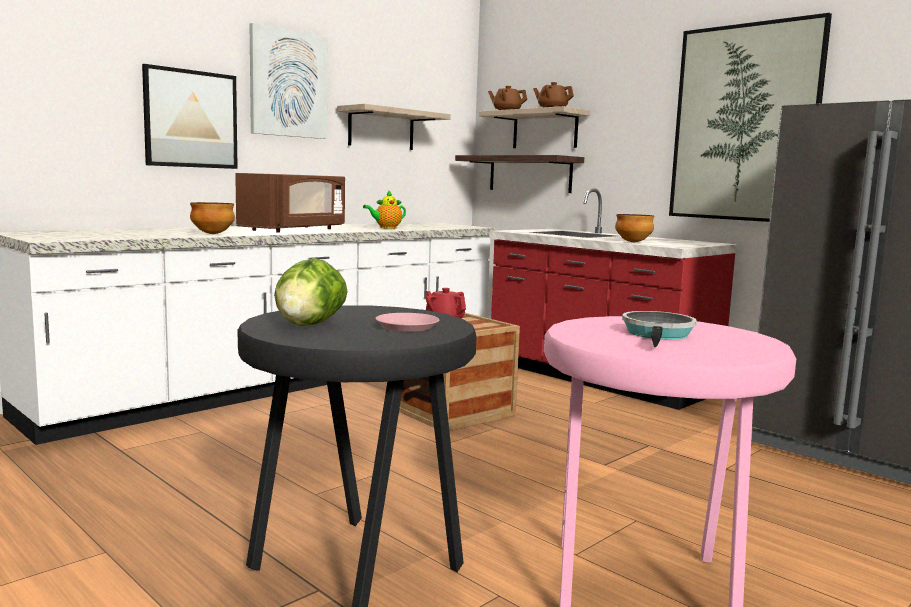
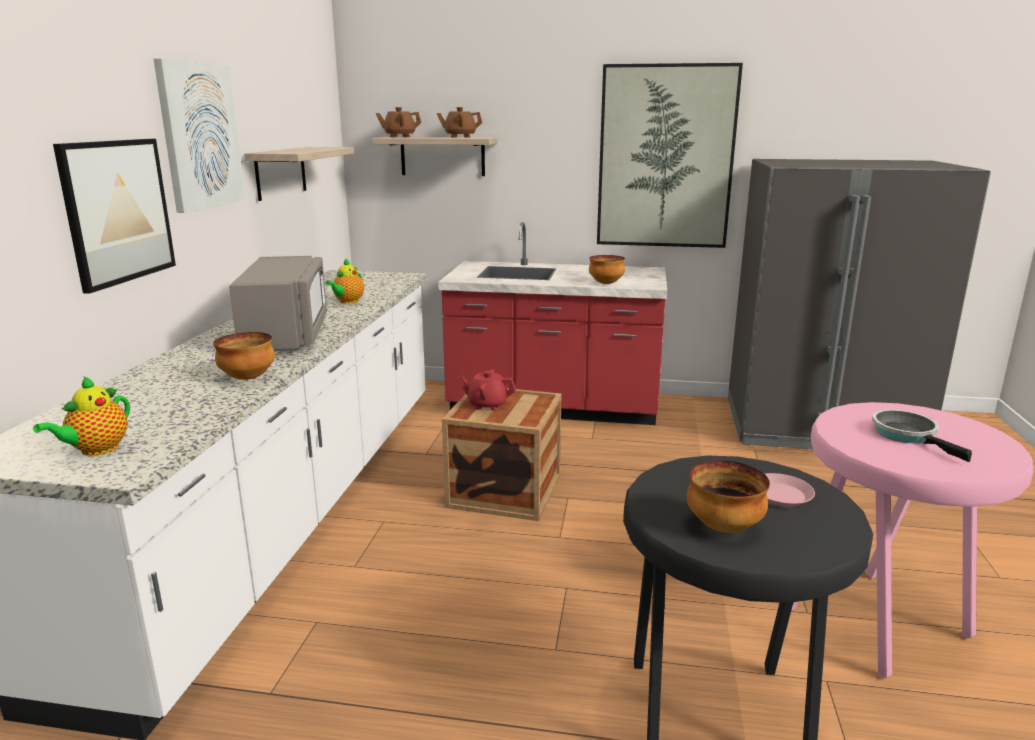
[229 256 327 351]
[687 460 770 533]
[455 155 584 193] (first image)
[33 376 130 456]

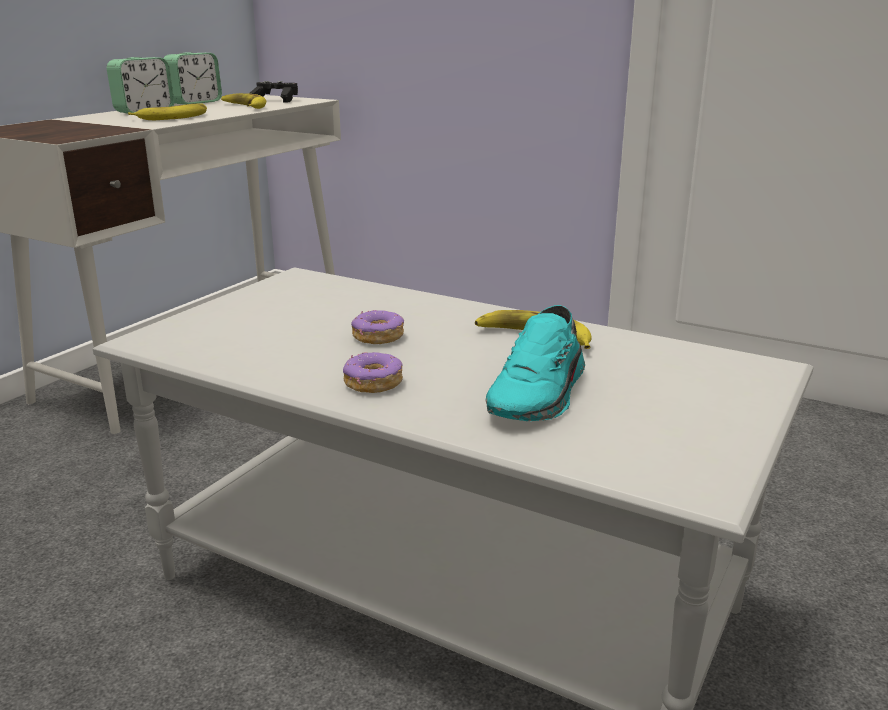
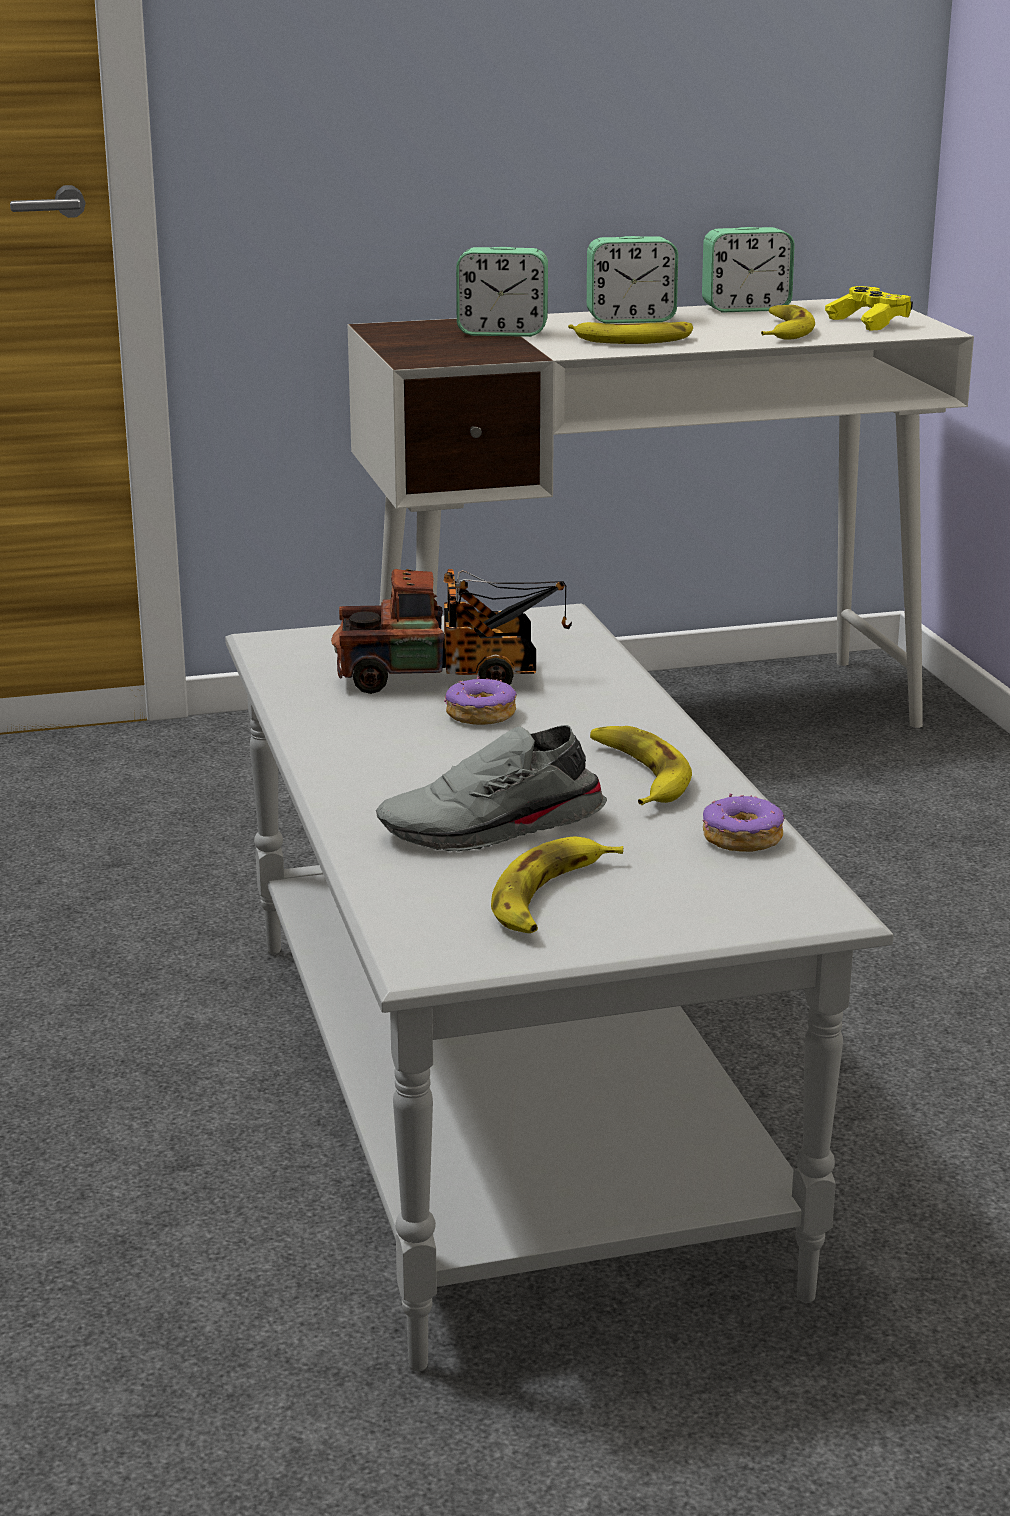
[825 286 913 331]
[703 794 785 852]
[376 725 607 852]
[331 569 572 694]
[456 247 548 337]
[491 837 623 933]

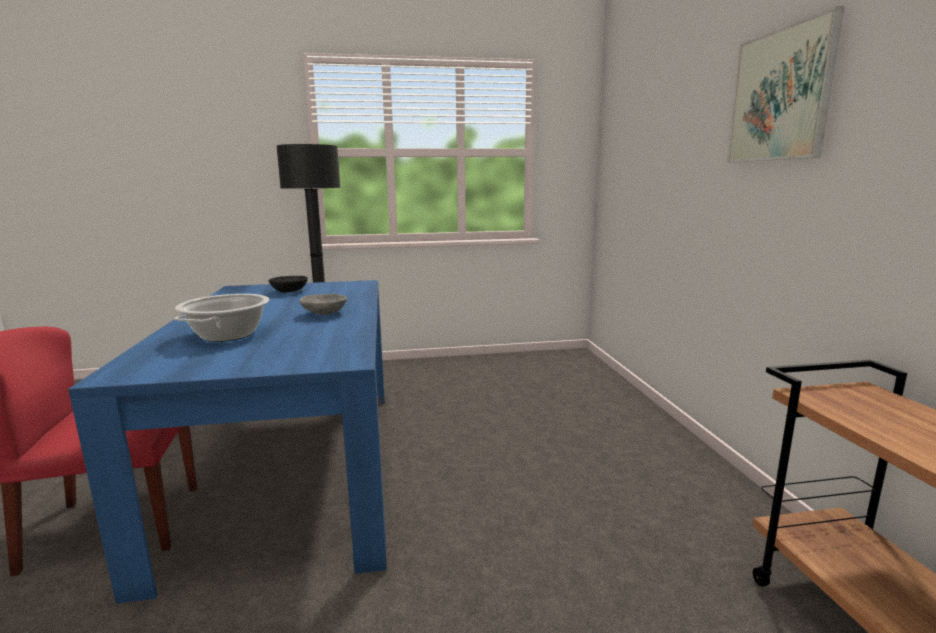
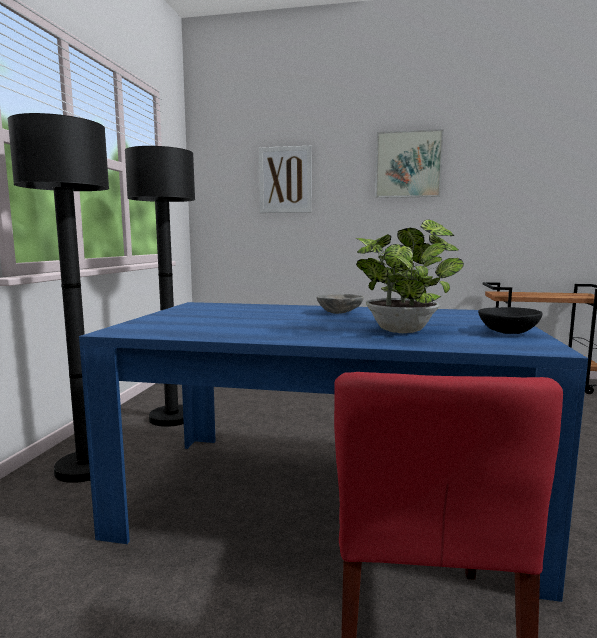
[355 219 464 333]
[478 307 543 334]
[125 146 195 427]
[259 146 312 213]

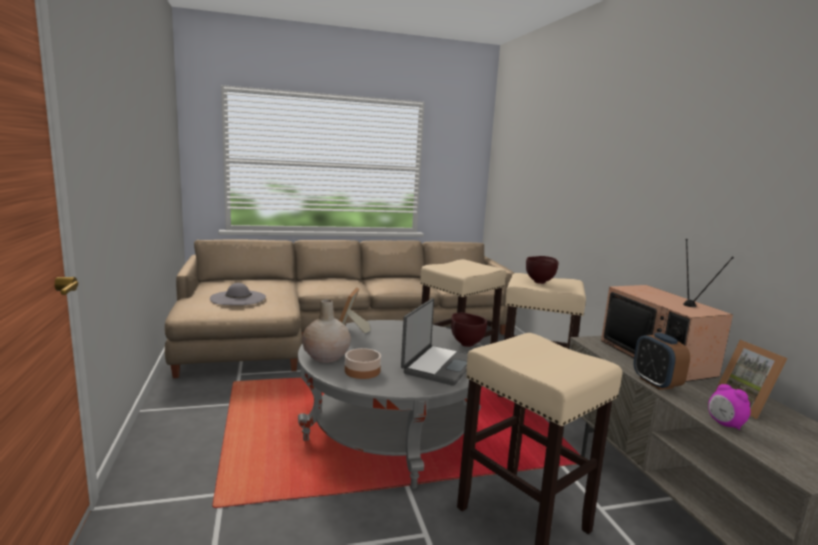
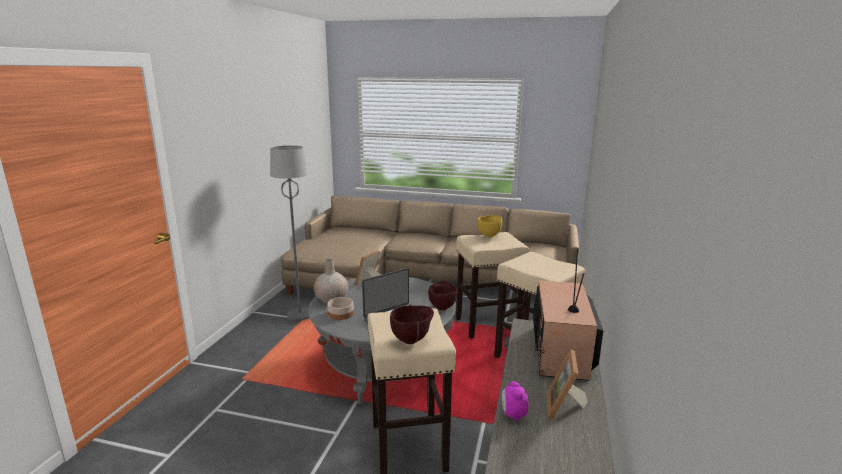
[210 283 266 305] (first image)
[390 305 434 344]
[633 333 690 390] (first image)
[270 145 309 321]
[478 215 502 238]

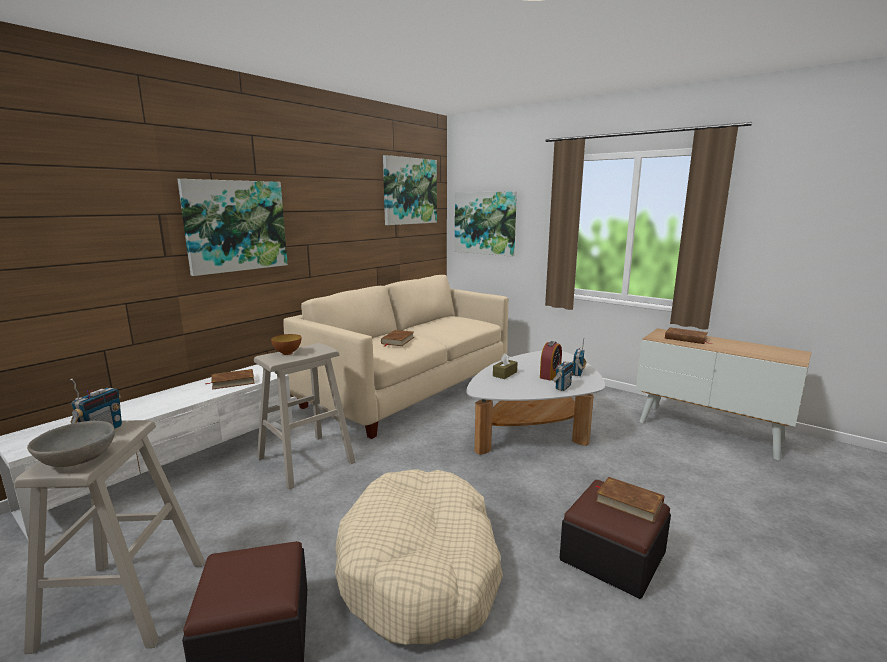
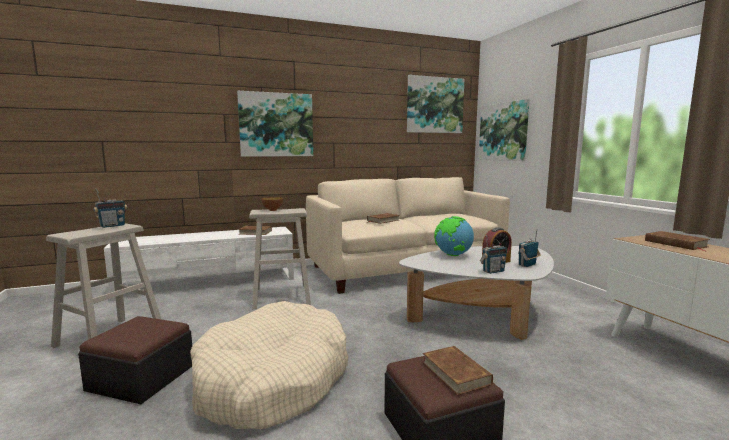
[27 421 115 467] (first image)
[434 216 474 256]

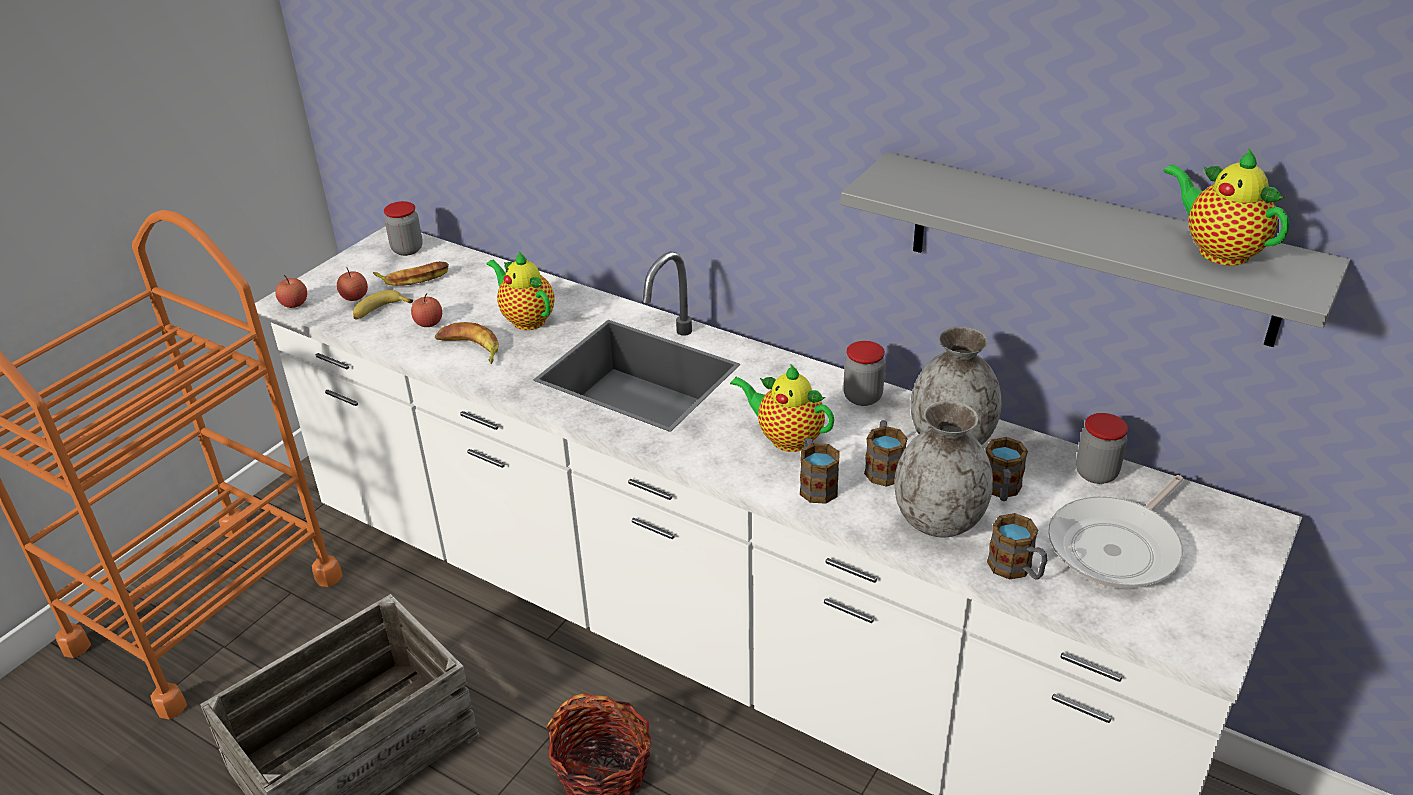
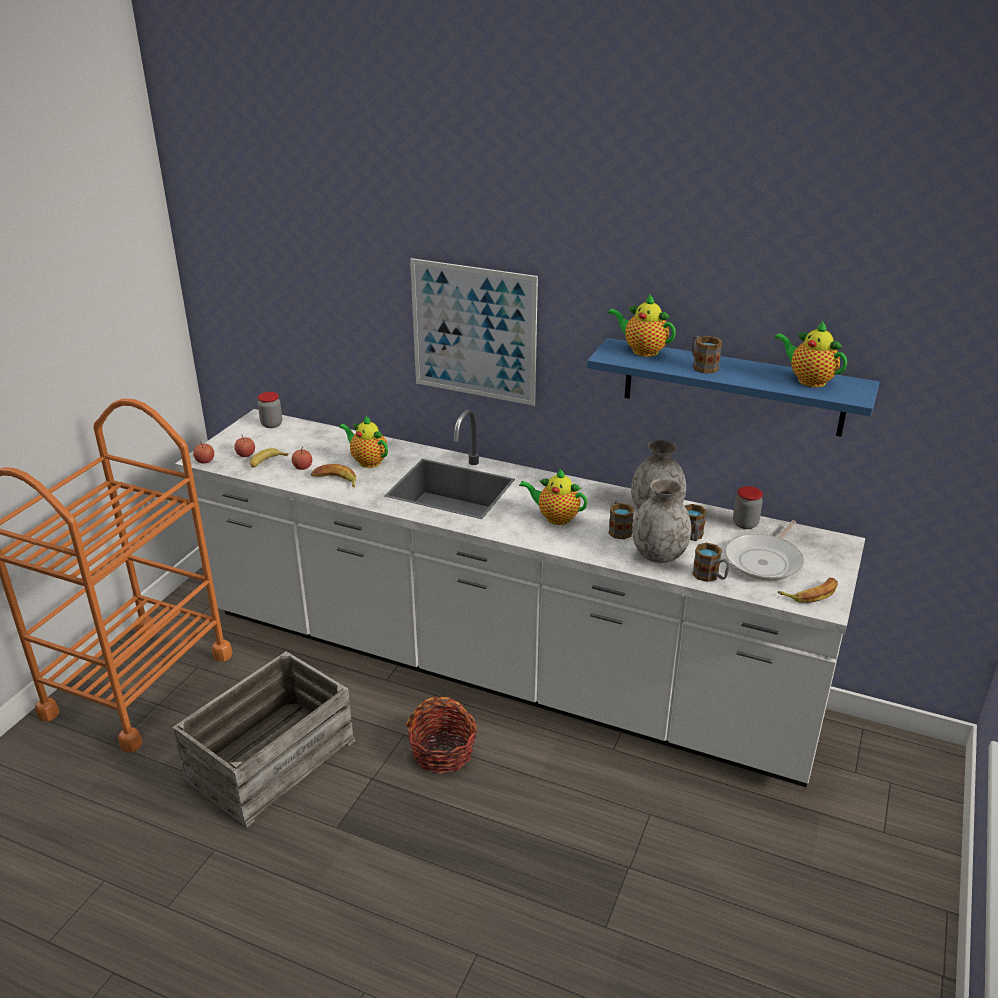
[777 578 838 603]
[692 336 722 373]
[587 338 879 437]
[843 341 885 406] (first image)
[410 258 538 406]
[608 294 676 357]

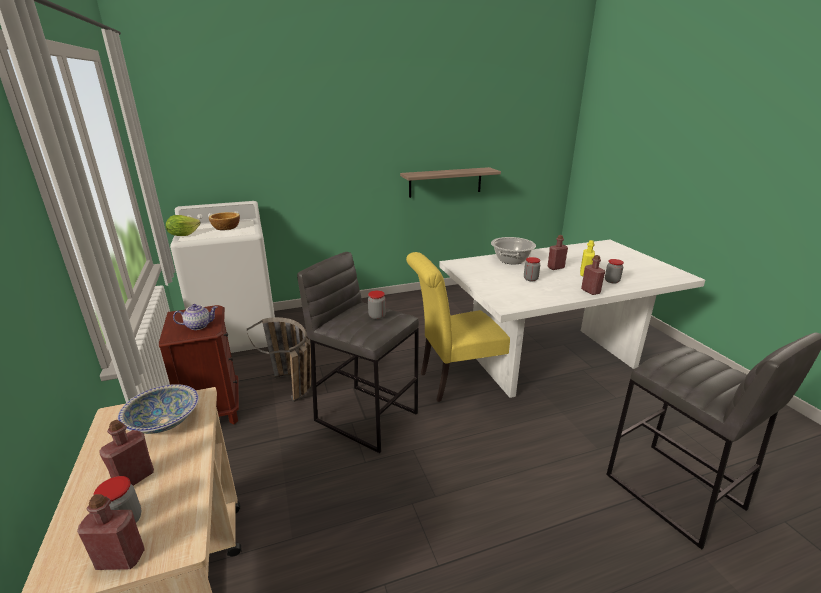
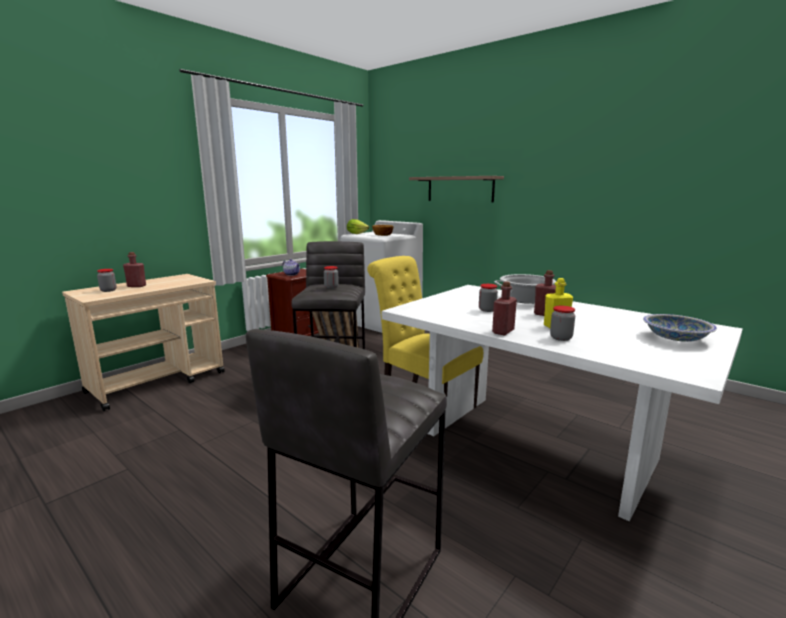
[77 494 144 570] (first image)
[643 314 717 342]
[409 176 504 203]

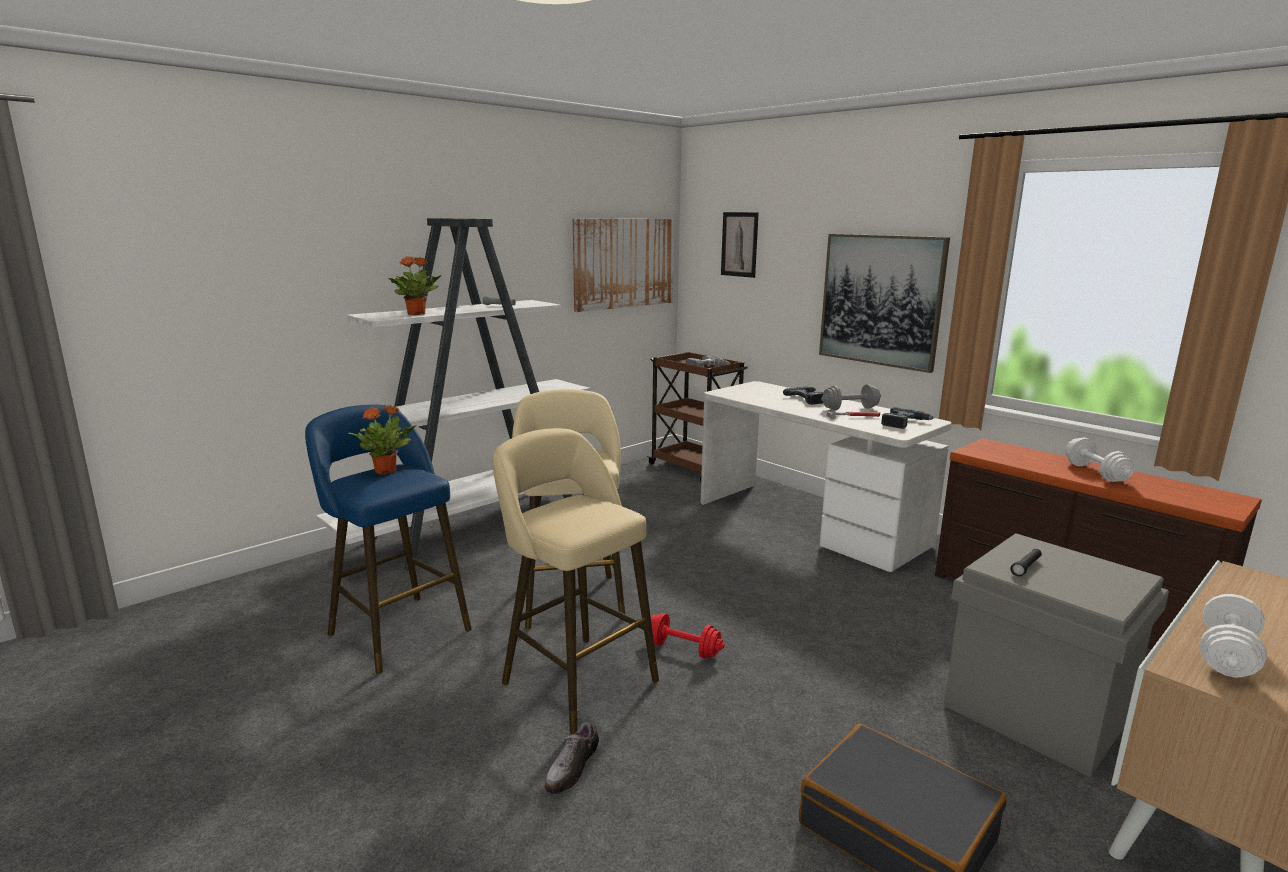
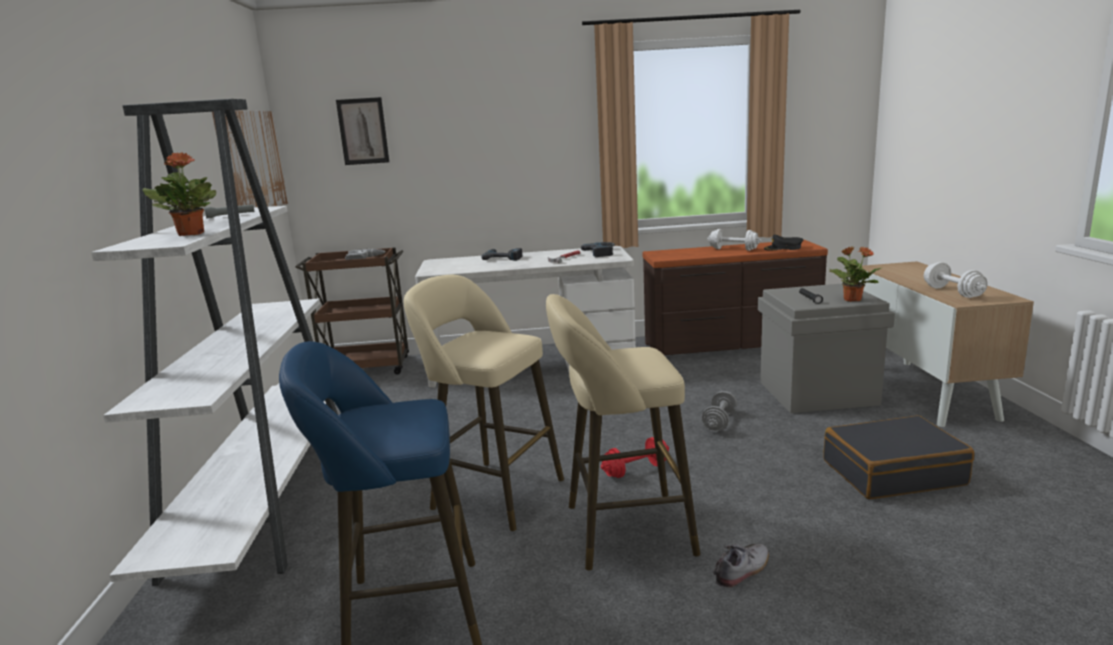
[829 247 881 302]
[714 544 769 588]
[819 234 950 373] (first image)
[702 391 737 432]
[764 234 803 251]

